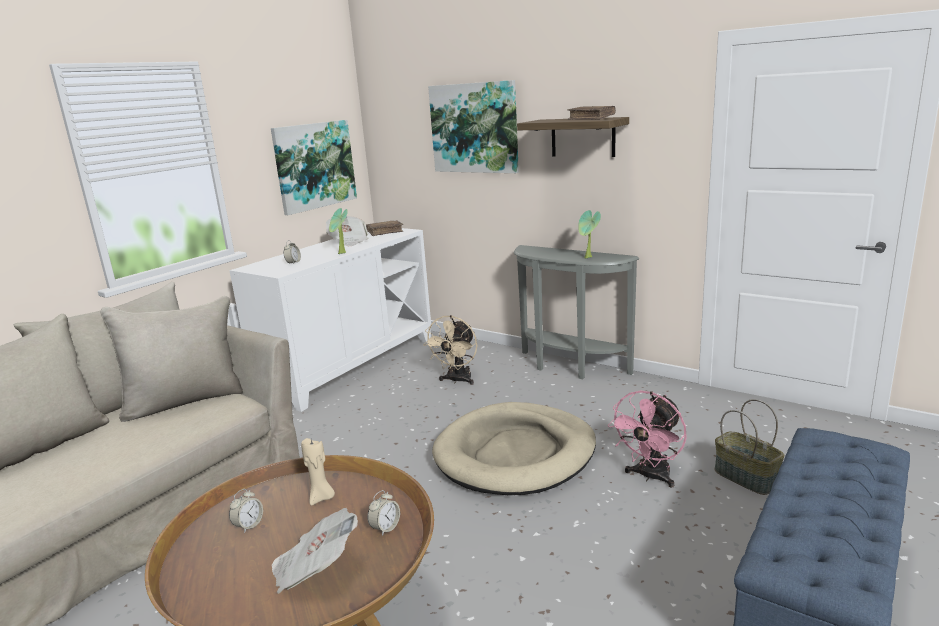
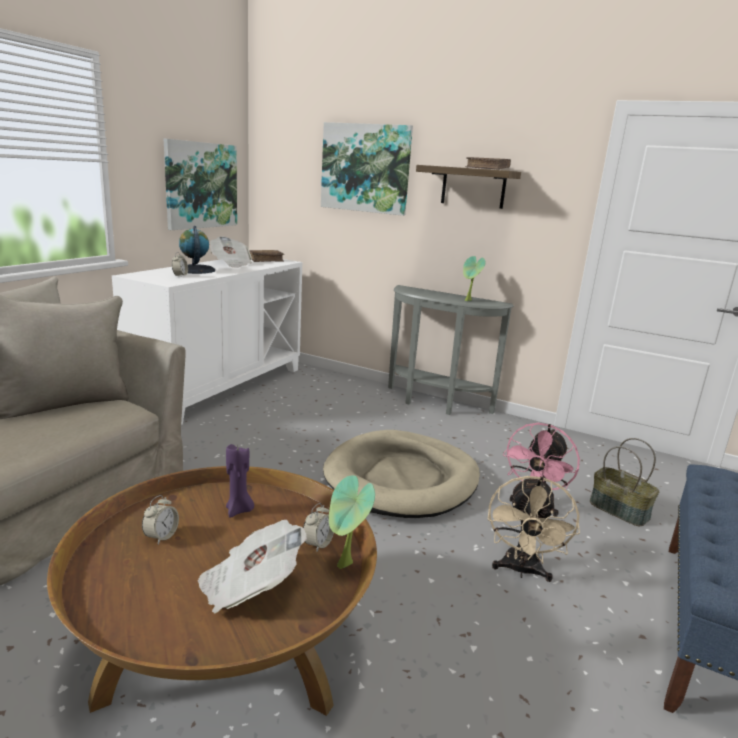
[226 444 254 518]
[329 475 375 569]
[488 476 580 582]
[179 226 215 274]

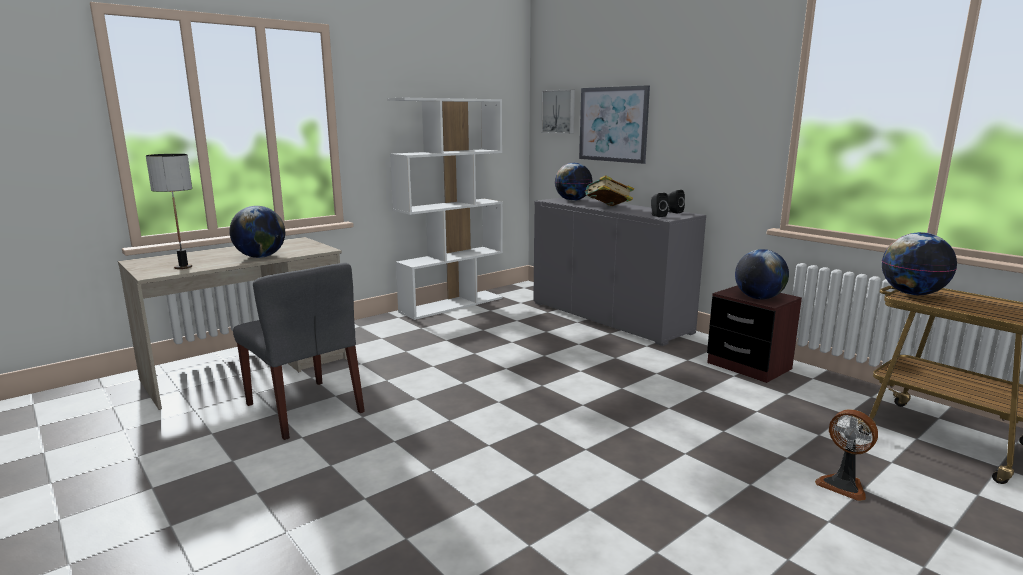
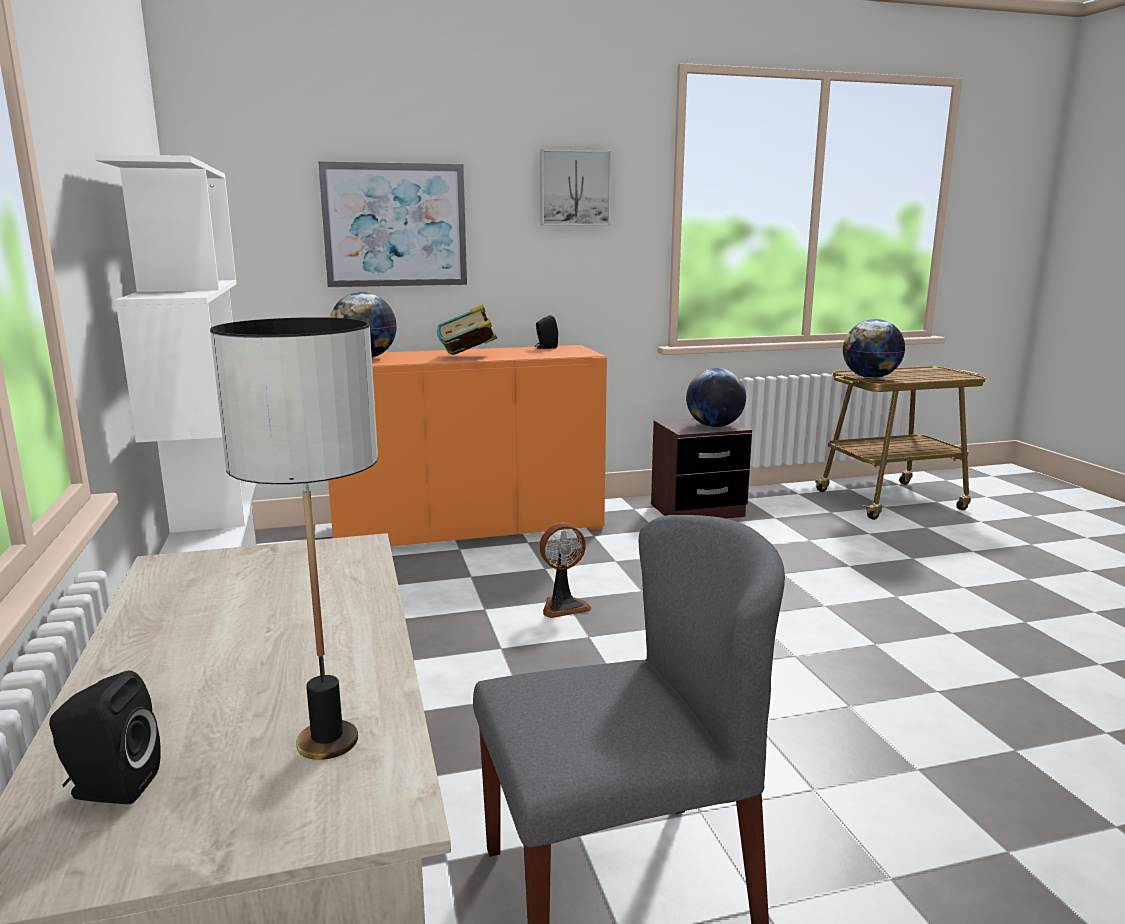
[229 206 285 258] (first image)
[328 345 607 546]
[540 149 611 225]
[49 670 161 804]
[539 522 591 618]

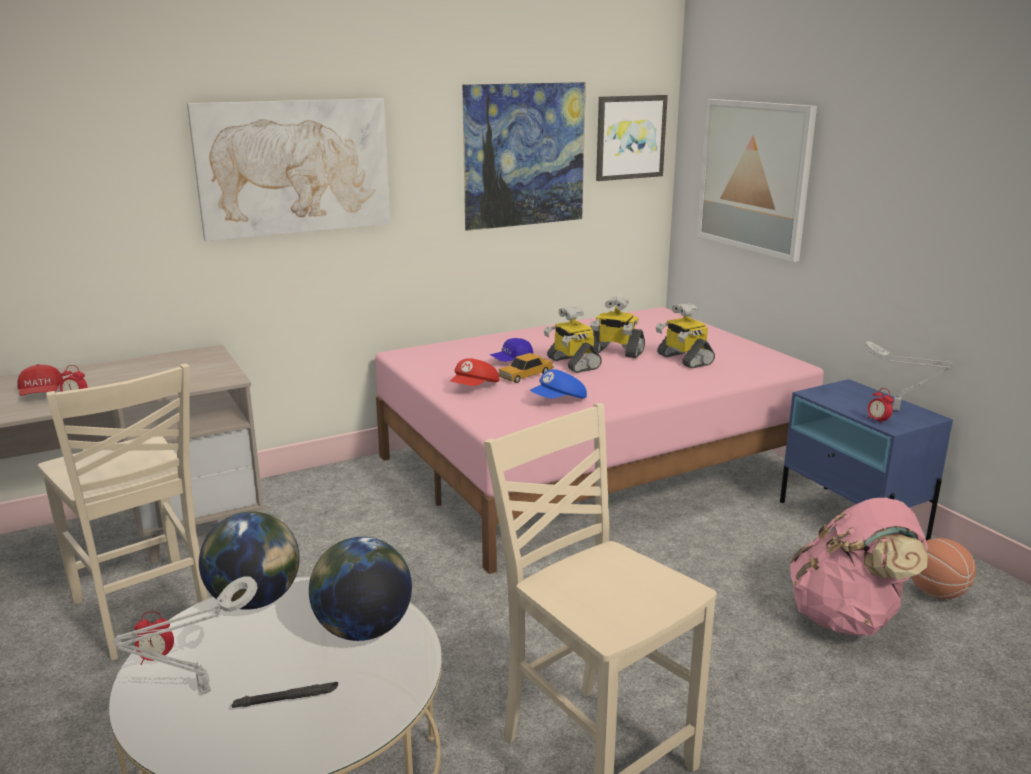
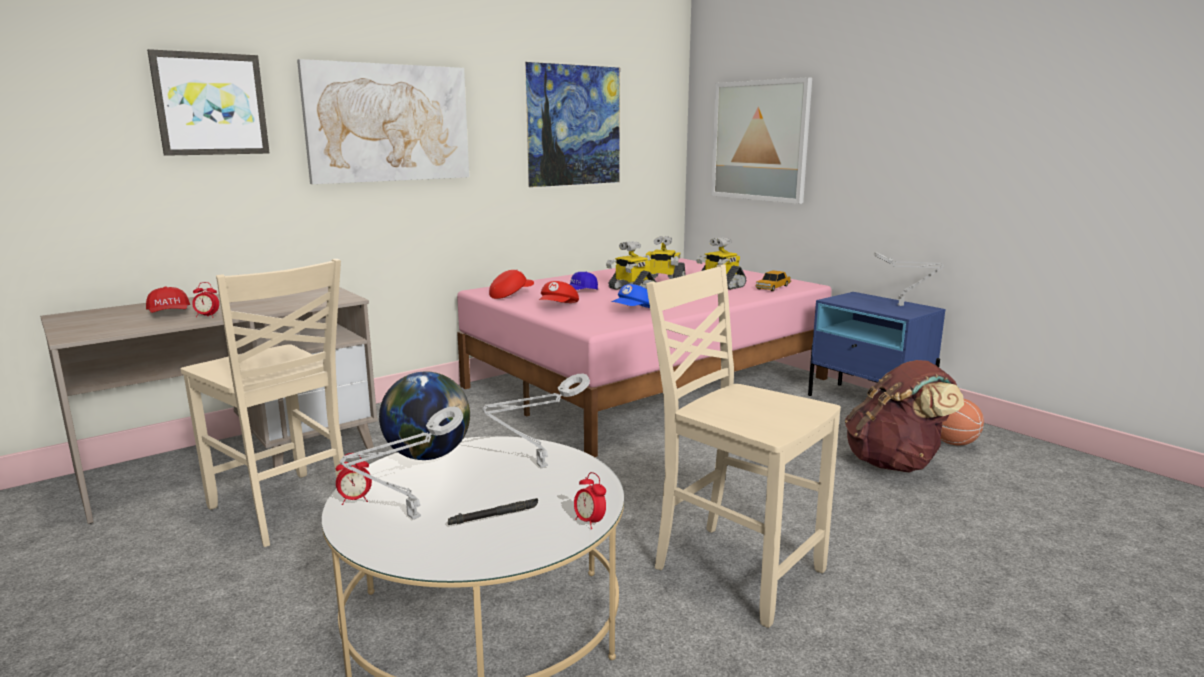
[482 373 590 468]
[756 270 791 291]
[147 49 270 156]
[845 360 964 473]
[574 472 606 529]
[489 269 534 299]

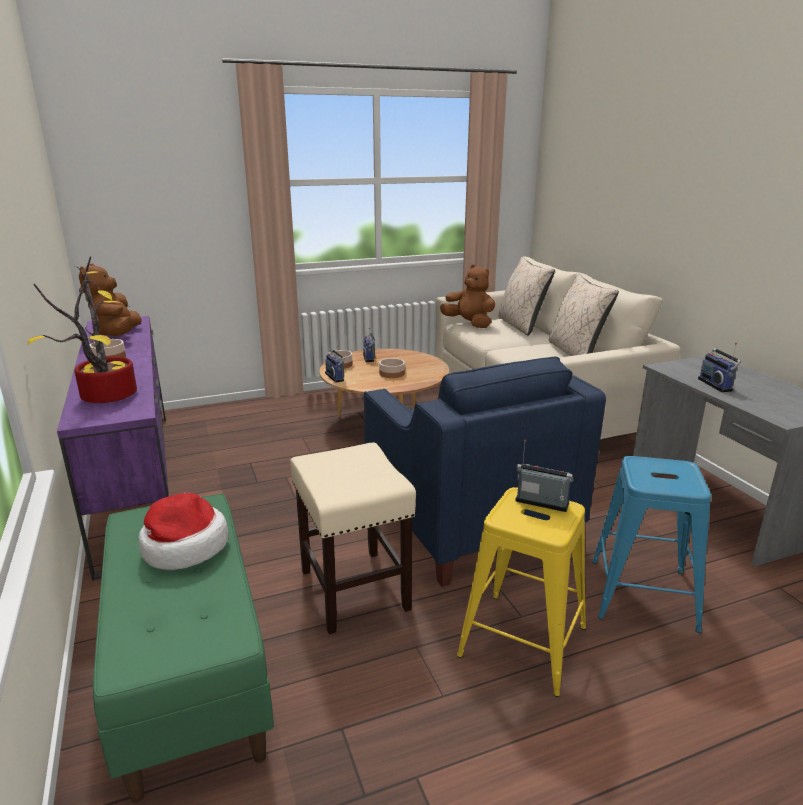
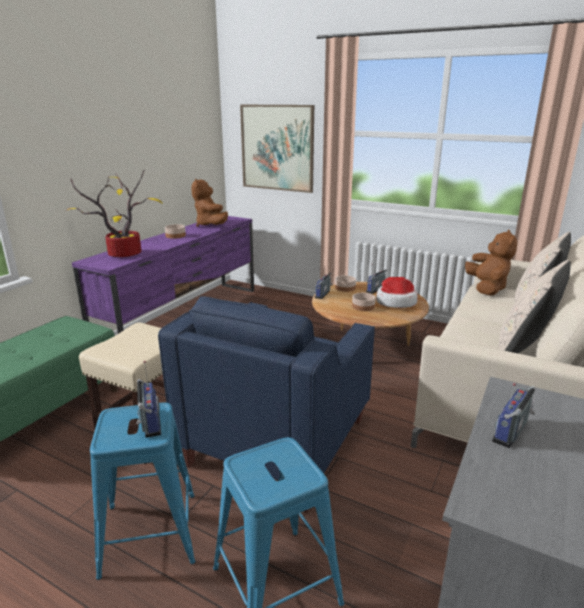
[192 179 228 227]
[376 277 418 308]
[90 403 195 580]
[240 105 314 193]

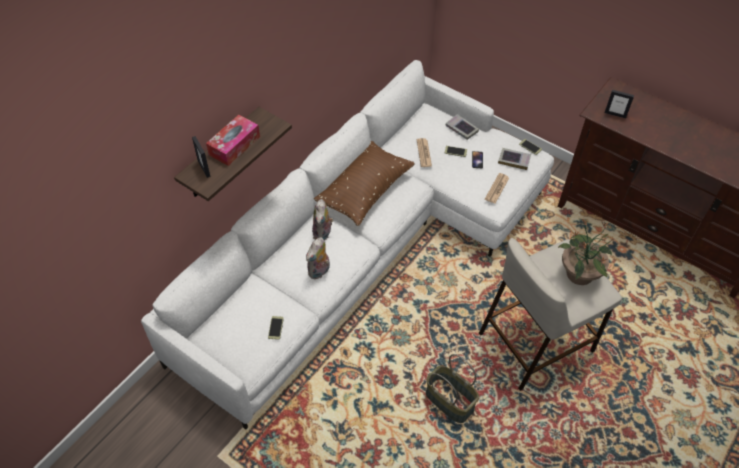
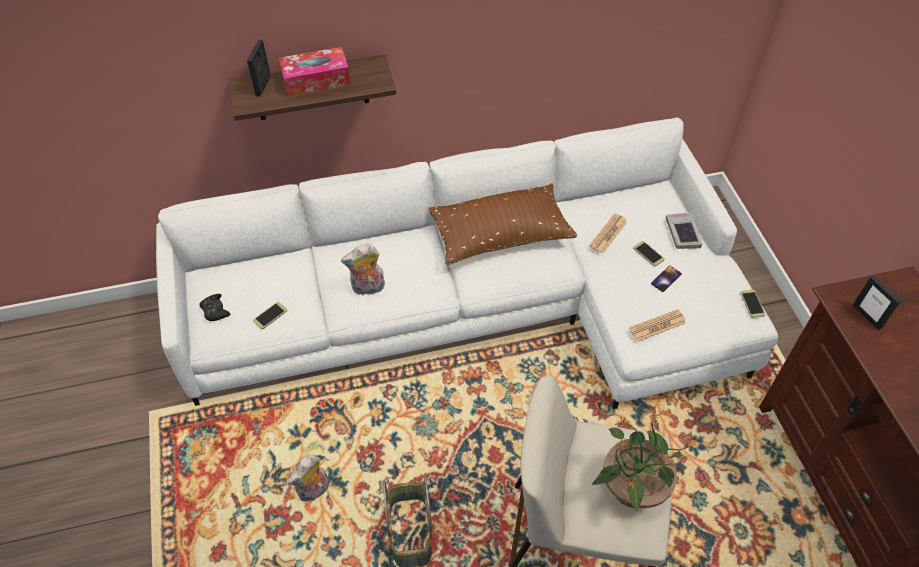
[287 454 329 502]
[498 148 531 170] (first image)
[199 294 231 321]

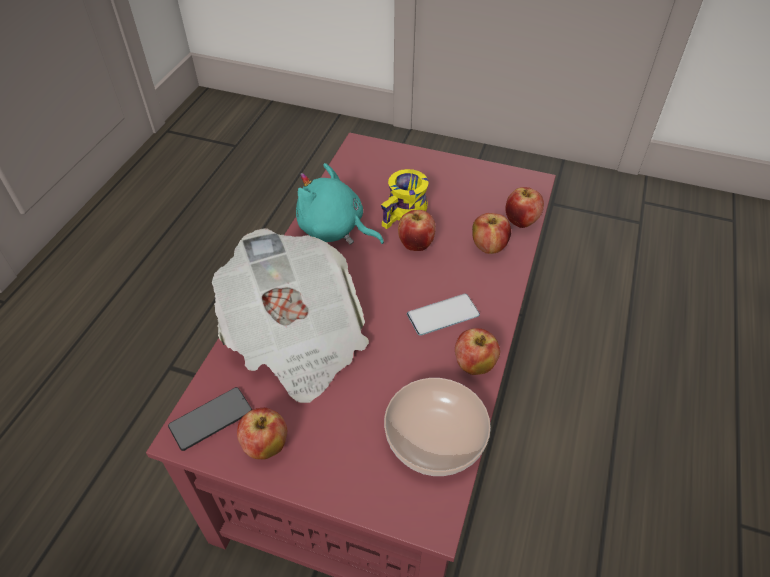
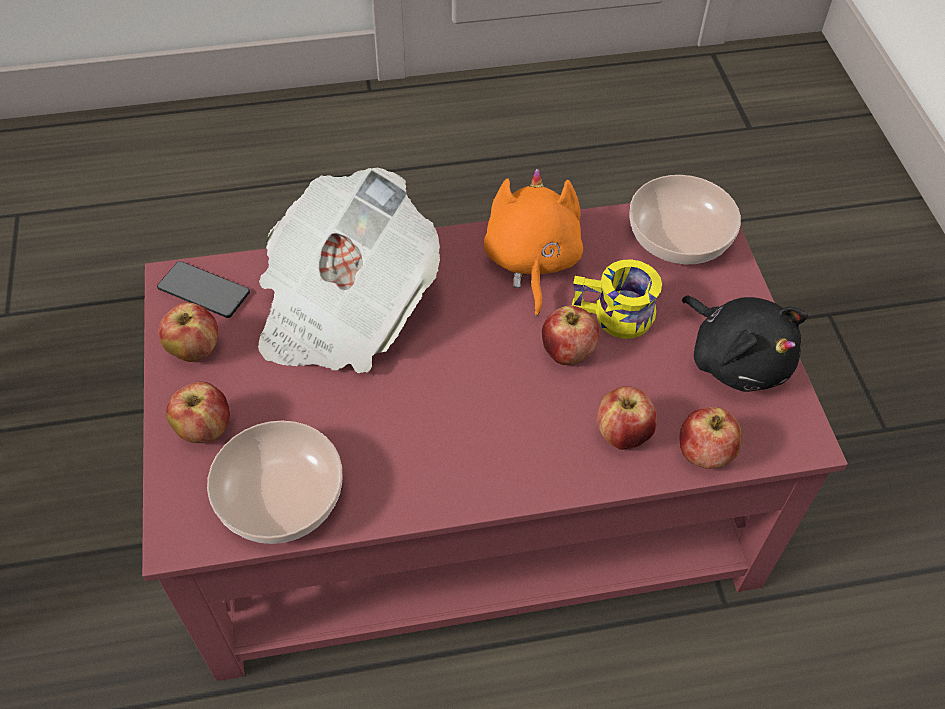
[484 169 583 317]
[407 294 480 336] (first image)
[166 382 230 443]
[629 175 741 264]
[682 295 808 392]

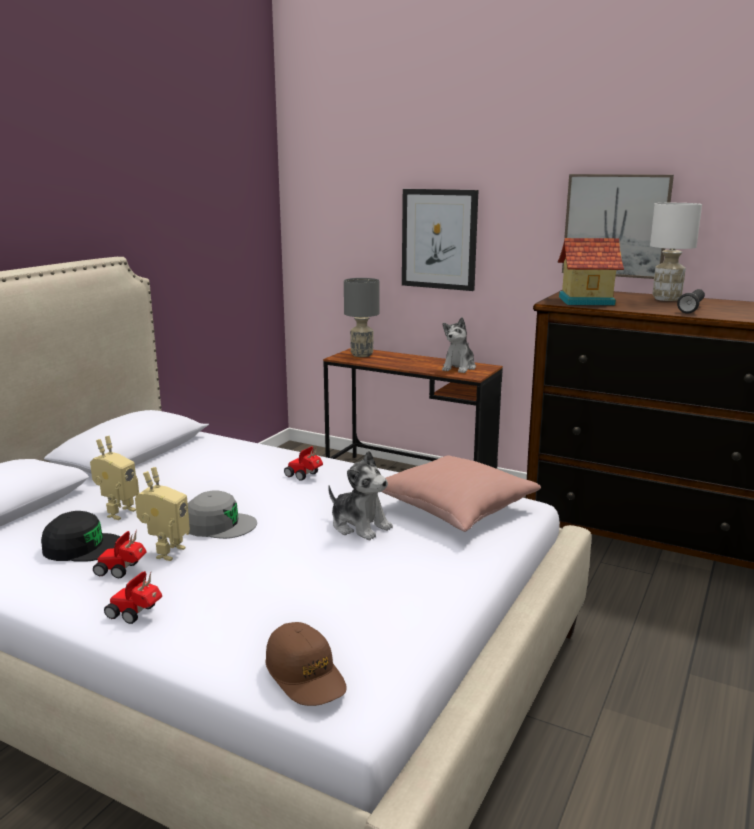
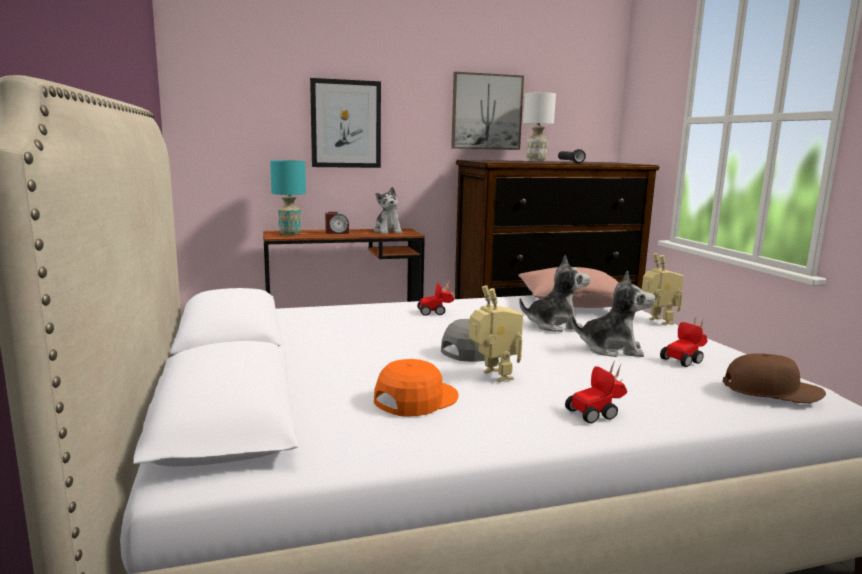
[374 359 459 417]
[642 253 684 325]
[660 318 708 367]
[270 160 306 235]
[558 238 624 306] (first image)
[325 212 349 234]
[571 271 656 357]

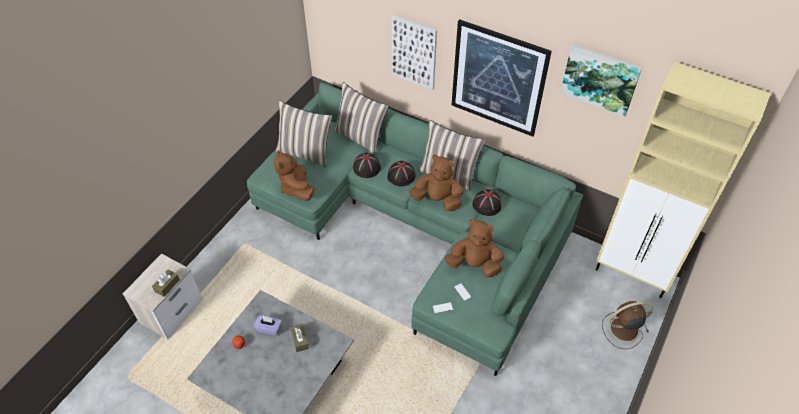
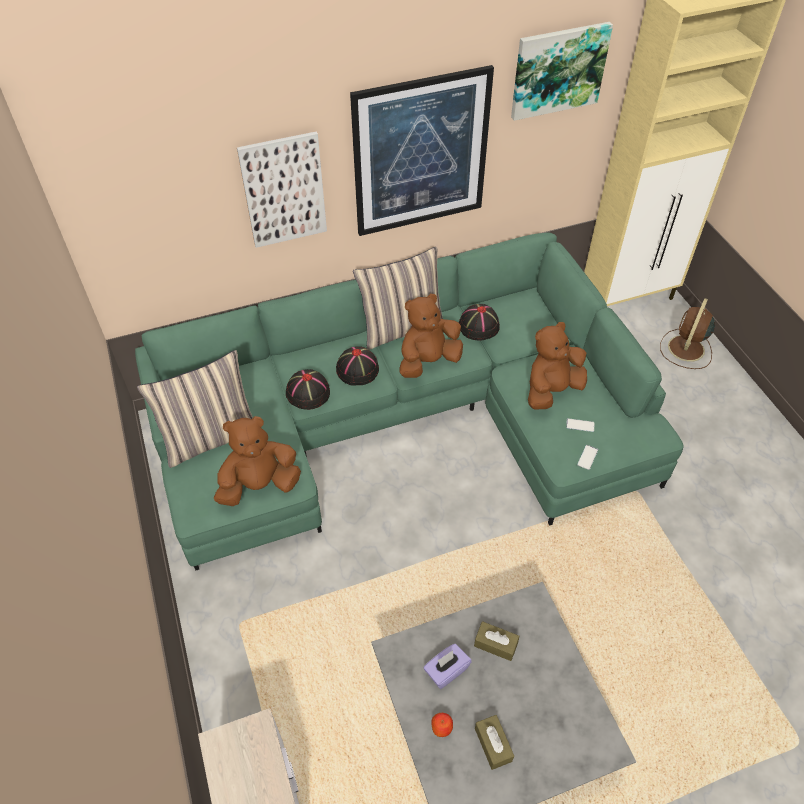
[475 715 514 770]
[214 416 301 506]
[333 82 388 155] (first image)

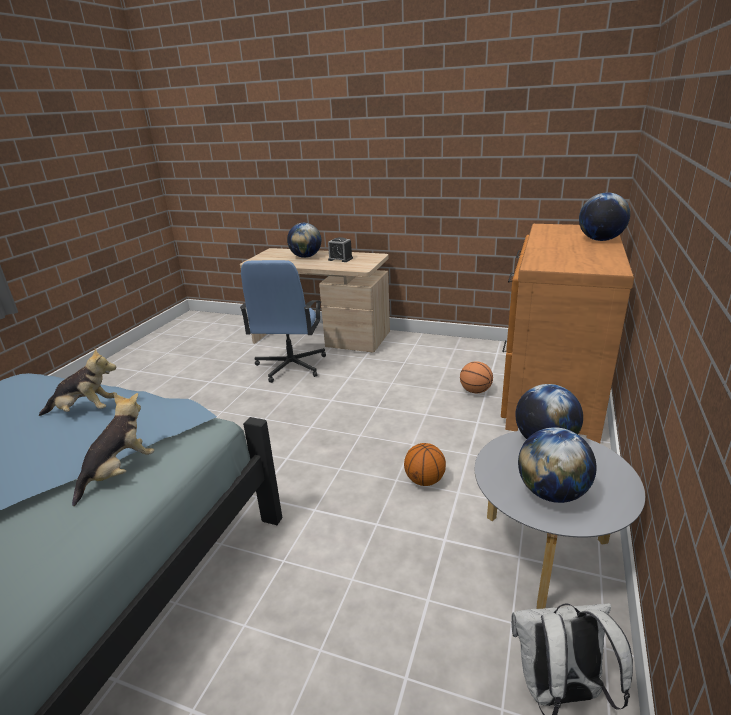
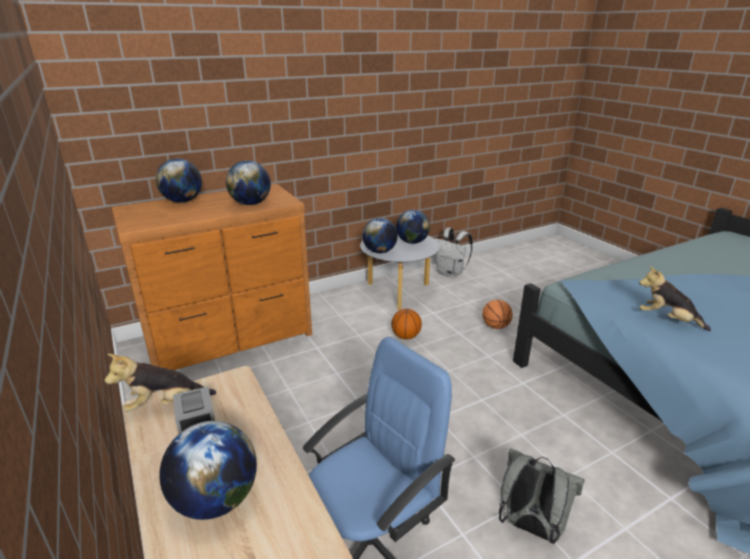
[105 354 216 412]
[482 300 513 329]
[226 160 271 205]
[499 448 585 544]

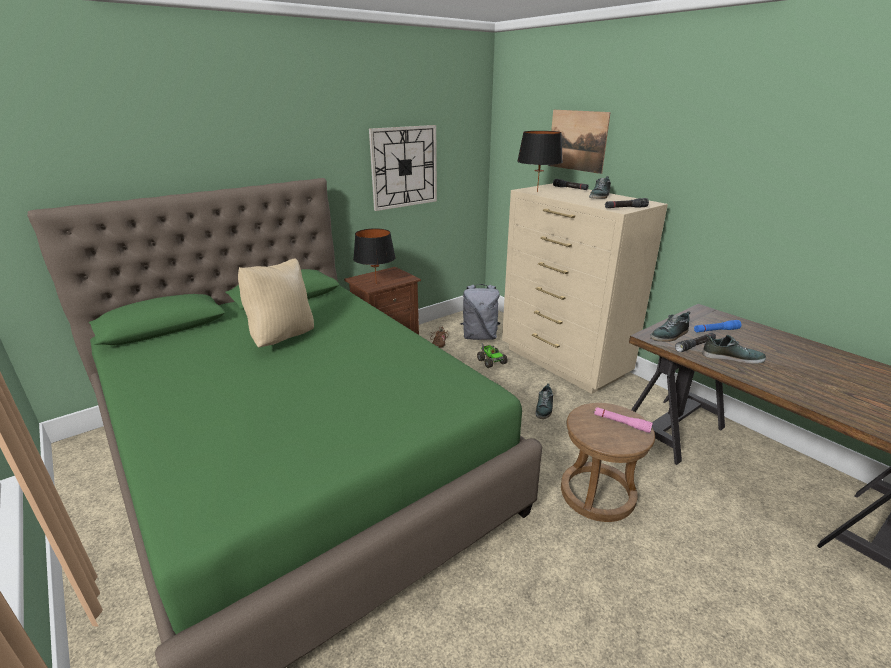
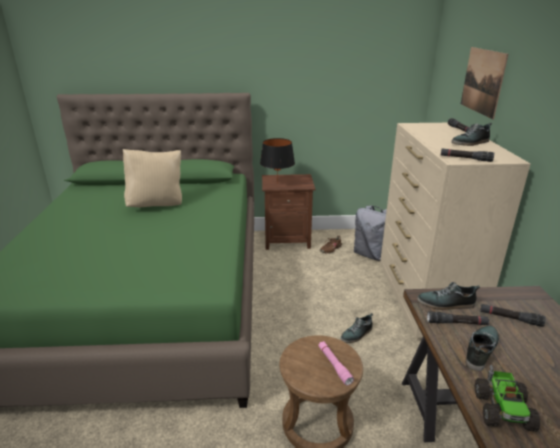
[369 125 437 211] (first image)
[475 365 541 432]
[517 131 563 192] (first image)
[480 304 546 327]
[465 326 499 371]

